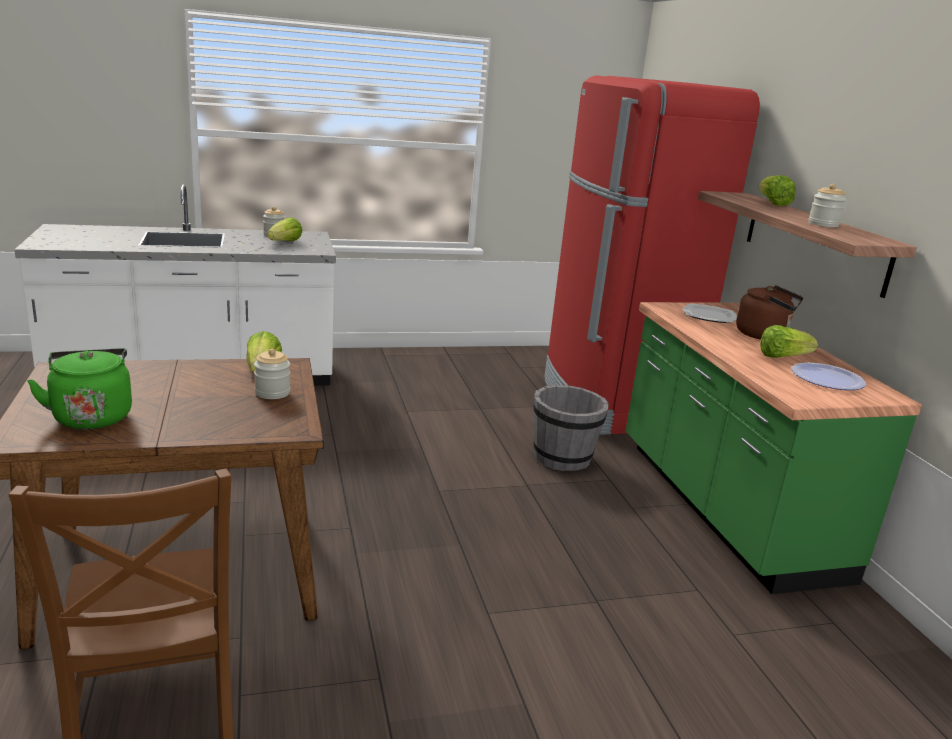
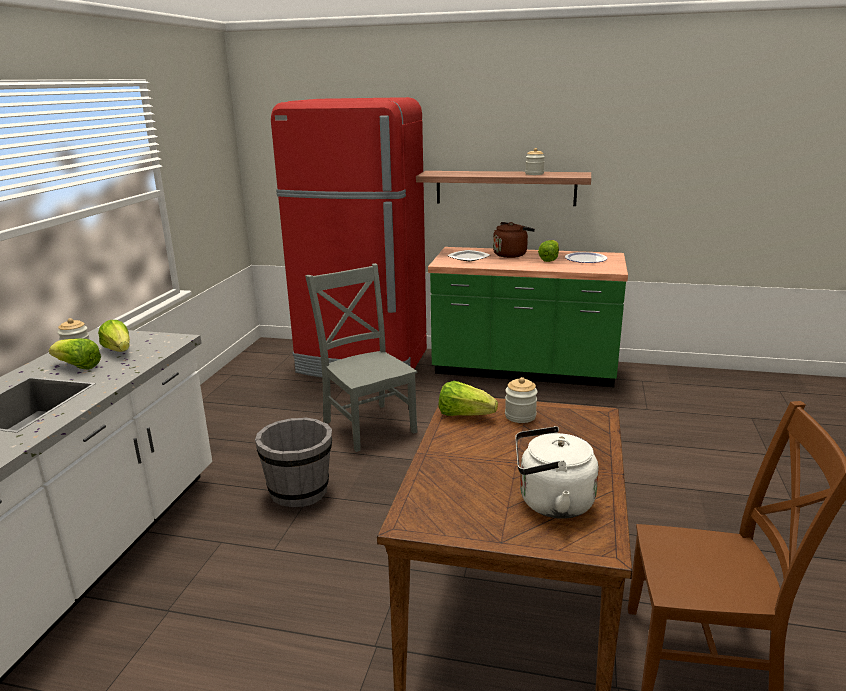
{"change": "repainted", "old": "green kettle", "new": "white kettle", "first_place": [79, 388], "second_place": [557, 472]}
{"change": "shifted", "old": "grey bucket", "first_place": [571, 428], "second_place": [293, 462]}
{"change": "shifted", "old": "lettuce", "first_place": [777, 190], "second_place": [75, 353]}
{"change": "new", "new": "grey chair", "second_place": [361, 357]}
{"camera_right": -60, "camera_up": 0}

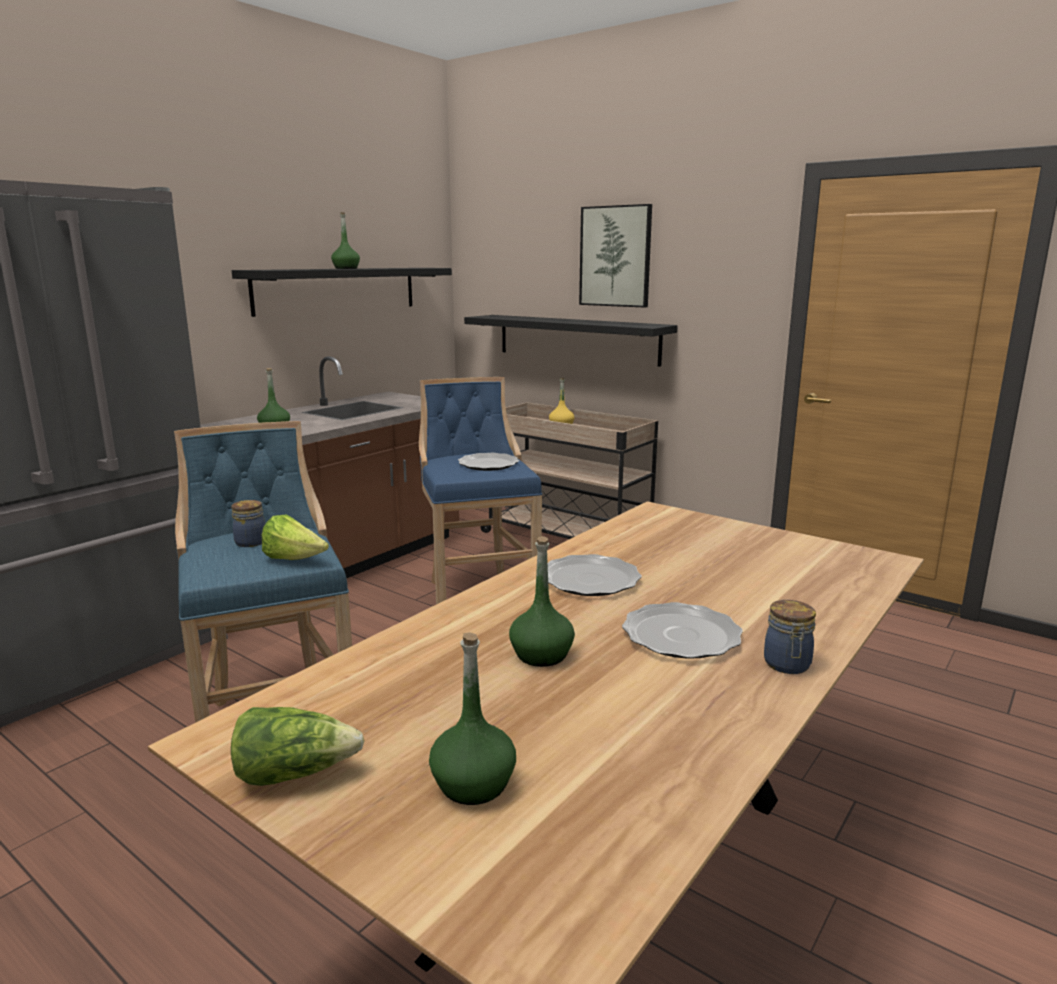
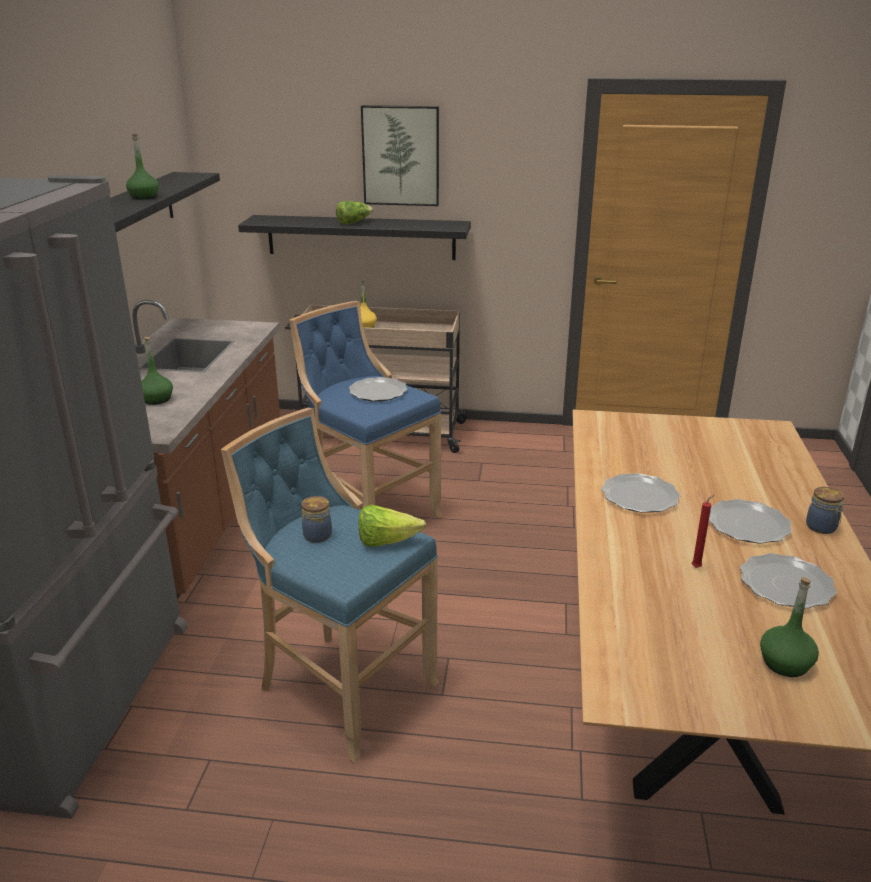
{"change": "shifted", "old": "lettuce", "first_place": [298, 746], "second_place": [354, 213]}
{"change": "swapped", "old": "green bottle", "new": "red candle", "first_place": [542, 601], "second_place": [703, 531]}
{"change": "new", "new": "plate", "second_place": [788, 581]}
{"camera_right": -30, "camera_up": 10}

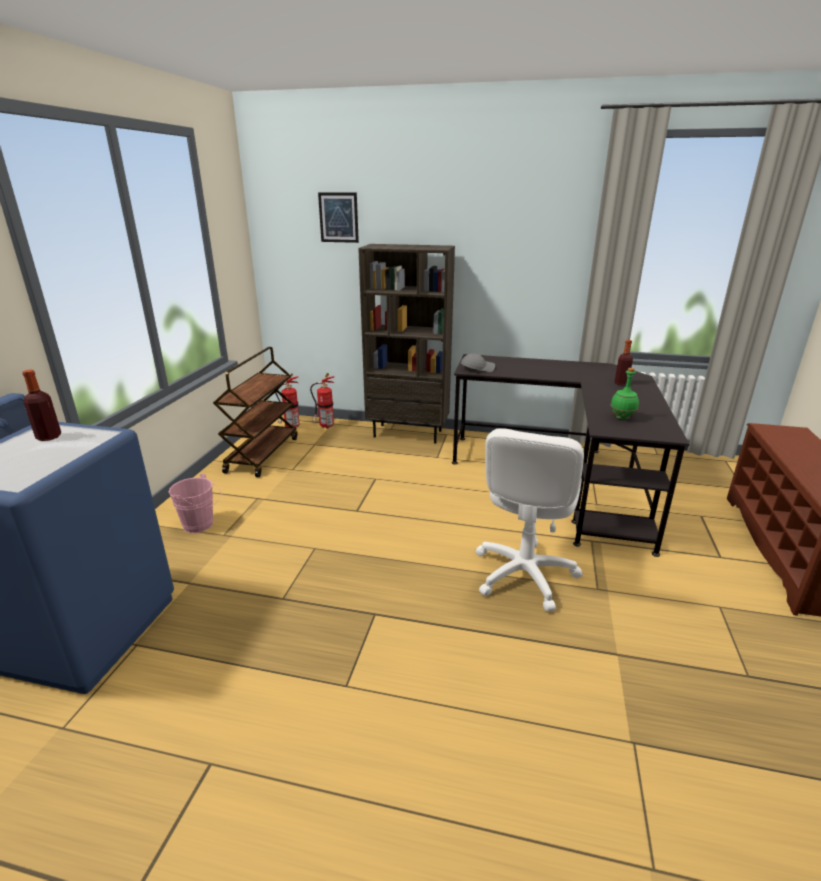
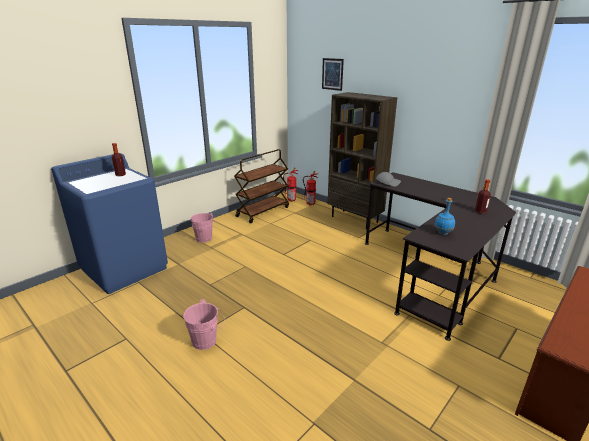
{"change": "gone", "old": "white office chair", "first_place": [529, 520]}
{"change": "repainted", "old": "green bottle", "new": "blue bottle", "first_place": [625, 394], "second_place": [445, 216]}
{"change": "new", "new": "pink bucket", "second_place": [204, 324]}
{"camera_right": 30, "camera_up": 0}

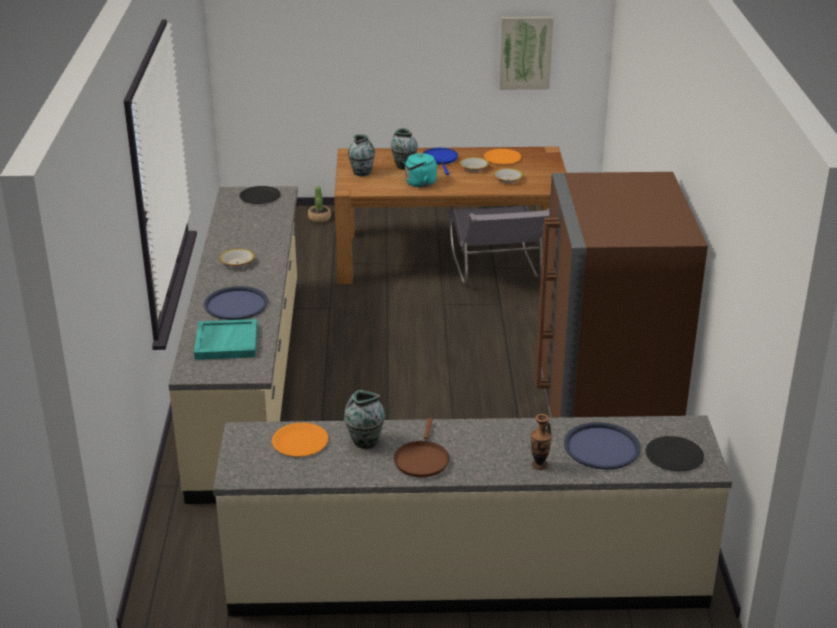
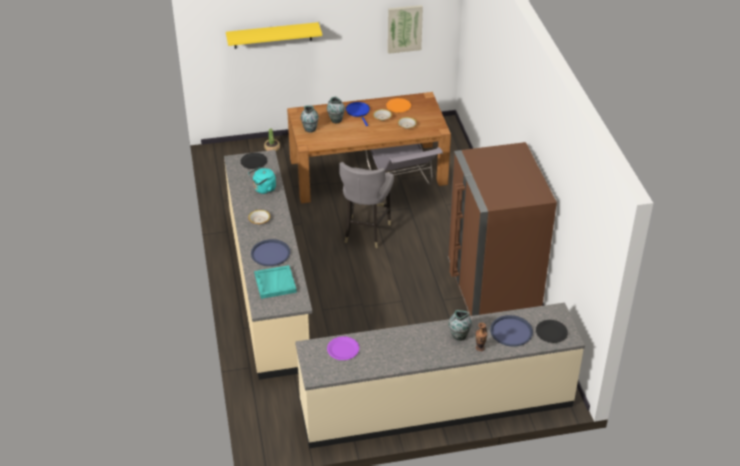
{"change": "repainted", "old": "orange plate", "new": "purple plate", "first_place": [300, 439], "second_place": [343, 348]}
{"change": "shifted", "old": "vase", "first_place": [364, 419], "second_place": [460, 325]}
{"change": "gone", "old": "brown frying pan", "first_place": [421, 447]}
{"change": "shifted", "old": "turquoise kettle", "first_place": [418, 169], "second_place": [262, 180]}
{"change": "new", "new": "yellow shelf", "second_place": [274, 35]}
{"change": "new", "new": "grey chair", "second_place": [366, 205]}
{"camera_right": -10, "camera_up": 10}

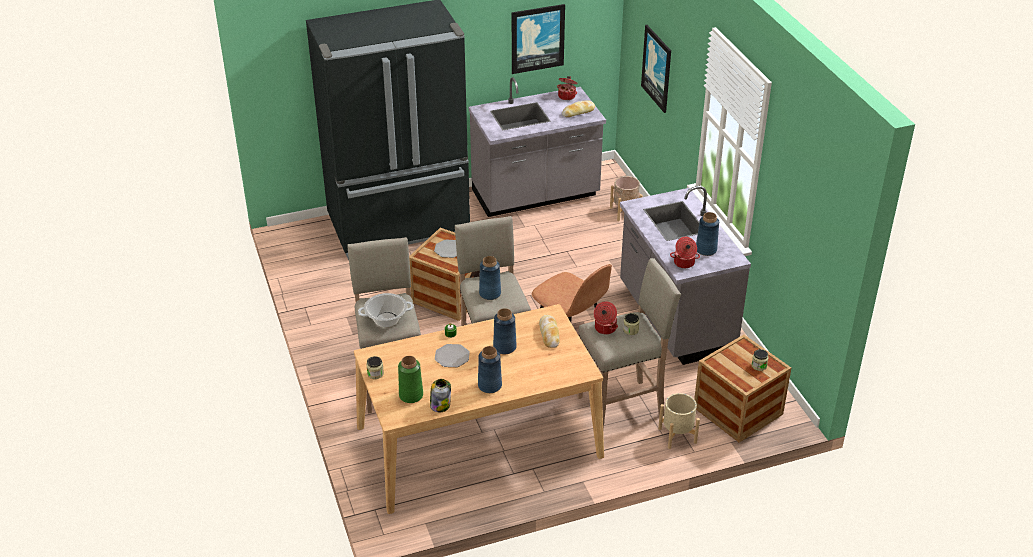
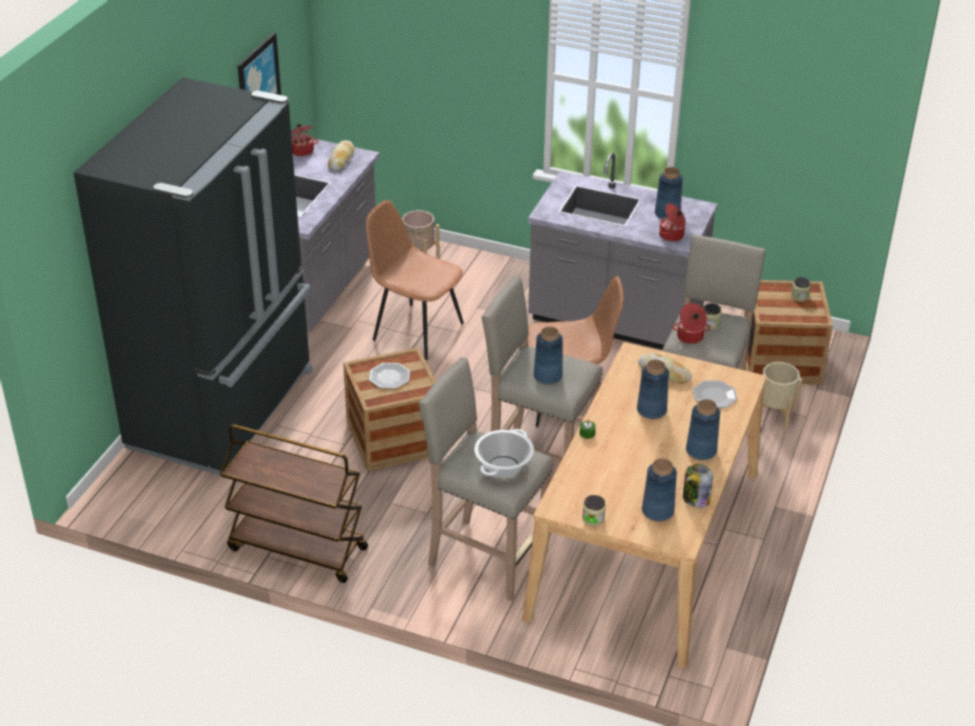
{"change": "repainted", "old": "green vase", "new": "blue vase", "first_place": [410, 379], "second_place": [659, 489]}
{"change": "shifted", "old": "plate", "first_place": [452, 355], "second_place": [714, 394]}
{"change": "gone", "old": "picture", "first_place": [656, 69]}
{"change": "new", "new": "brown cart", "second_place": [294, 503]}
{"change": "new", "new": "brown chair", "second_place": [415, 280]}
{"camera_right": -50, "camera_up": 0}

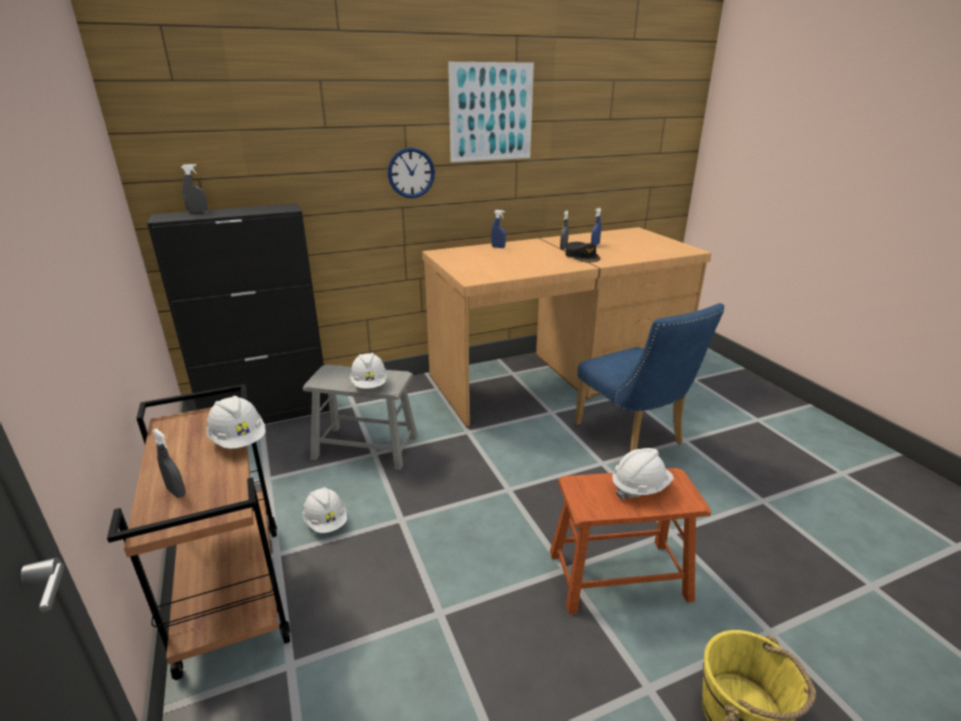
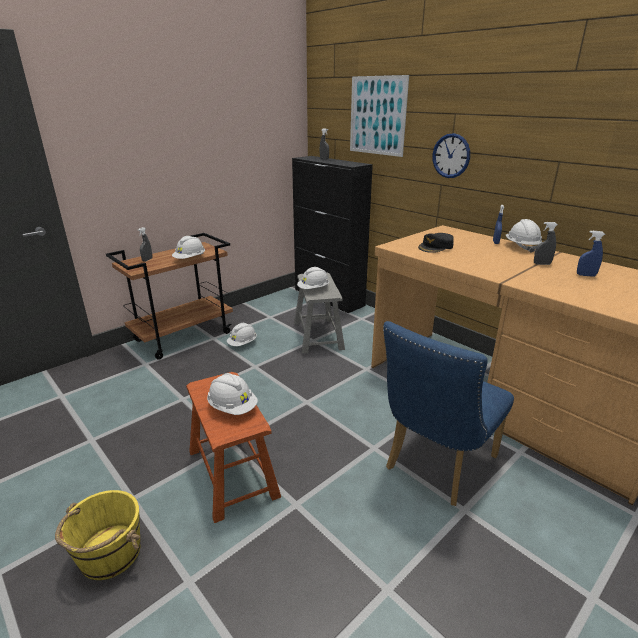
{"change": "shifted", "old": "picture", "first_place": [491, 112], "second_place": [379, 116]}
{"change": "shifted", "old": "black cap", "first_place": [582, 252], "second_place": [436, 243]}
{"change": "new", "new": "white hard hat", "second_place": [524, 236]}
{"camera_right": 70, "camera_up": 0}

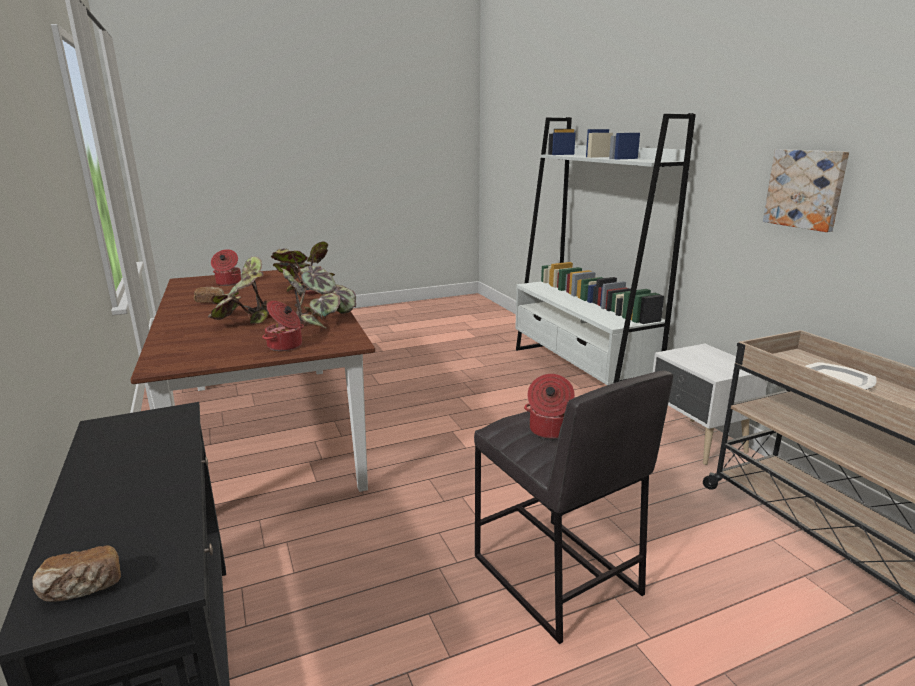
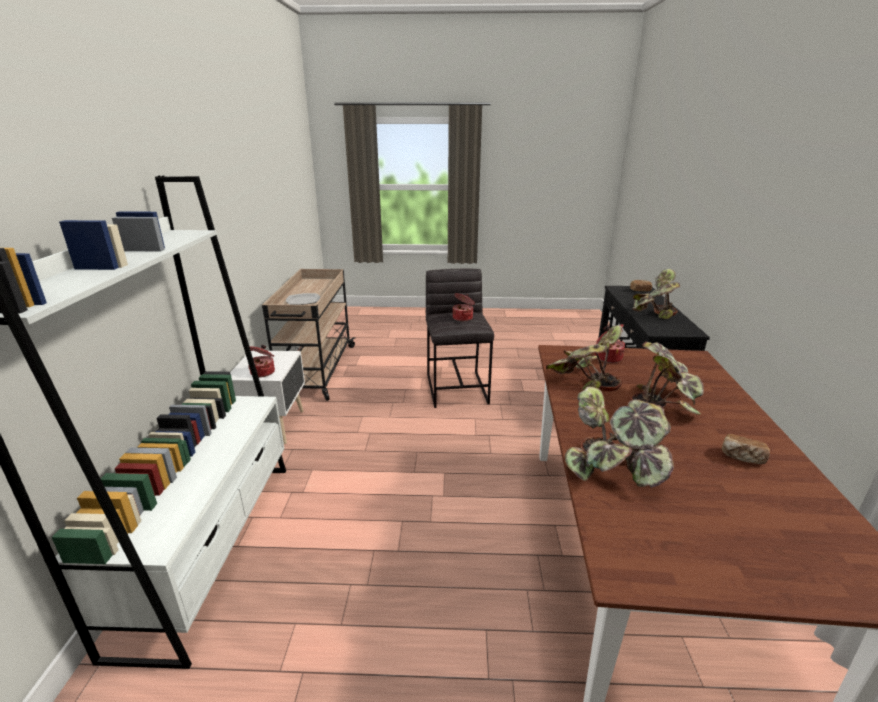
{"change": "shifted", "old": "cooking pot", "first_place": [226, 267], "second_place": [261, 361]}
{"change": "gone", "old": "picture", "first_place": [806, 190]}
{"change": "new", "new": "potted plant", "second_place": [656, 294]}
{"camera_right": -155, "camera_up": 5}

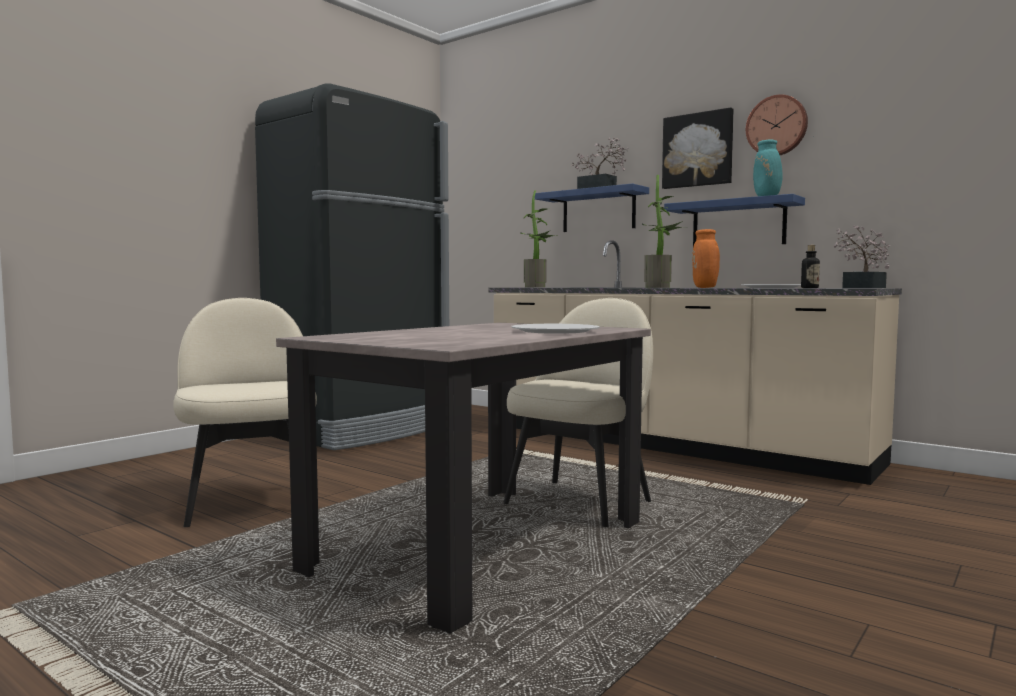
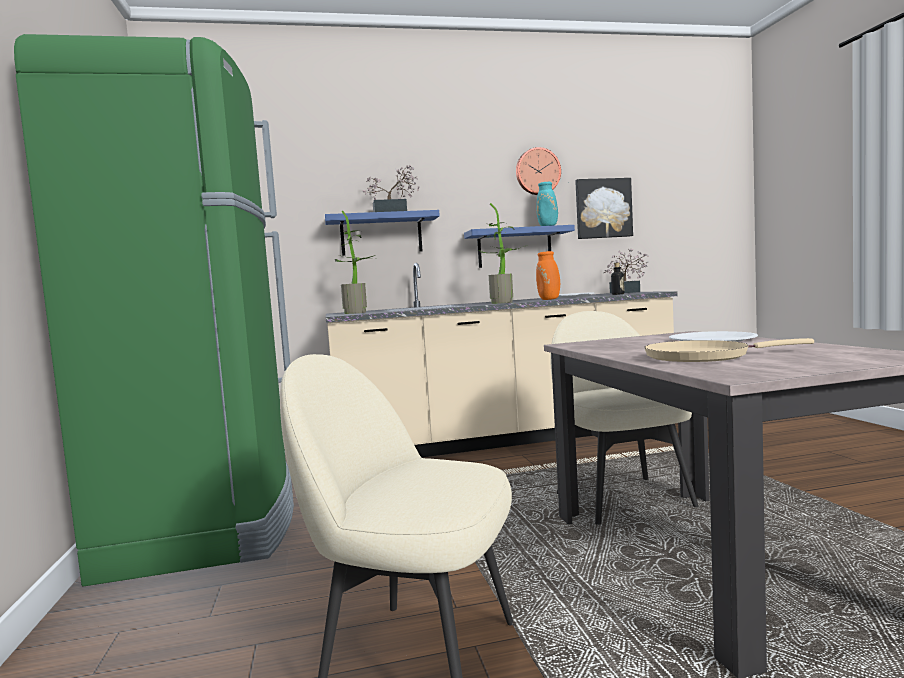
{"change": "repainted", "old": "black fridge", "new": "green fridge", "first_place": [352, 267], "second_place": [154, 310]}
{"change": "shifted", "old": "picture", "first_place": [697, 148], "second_place": [604, 208]}
{"change": "new", "new": "beige frying pan", "second_place": [729, 350]}
{"camera_right": -50, "camera_up": 0}

